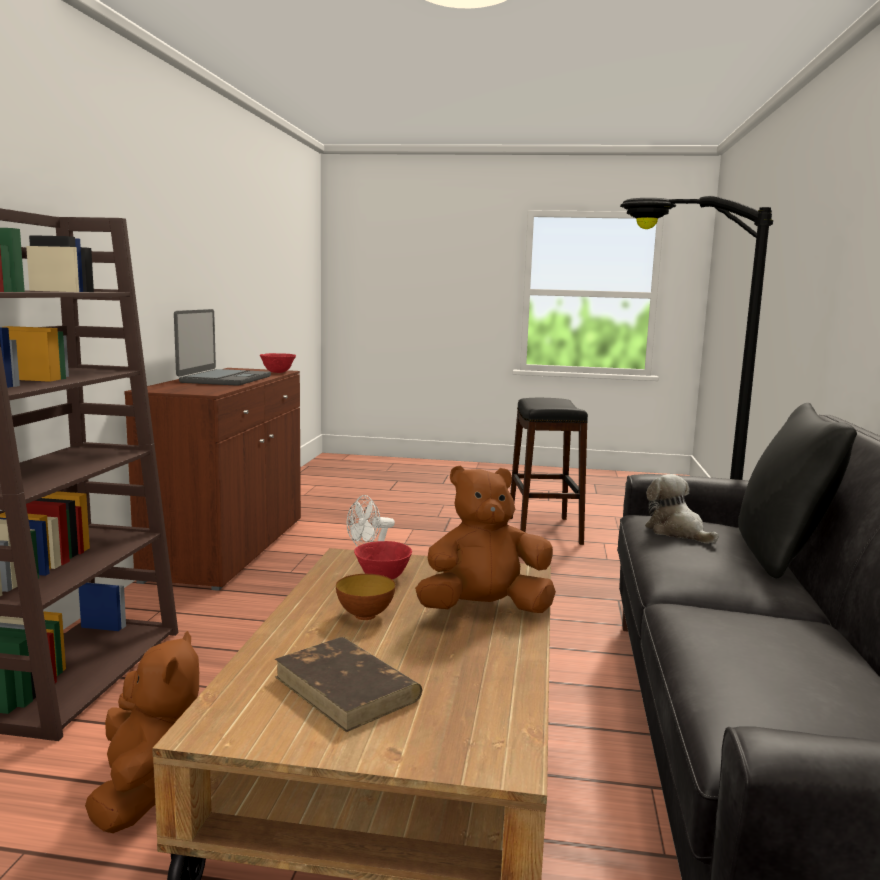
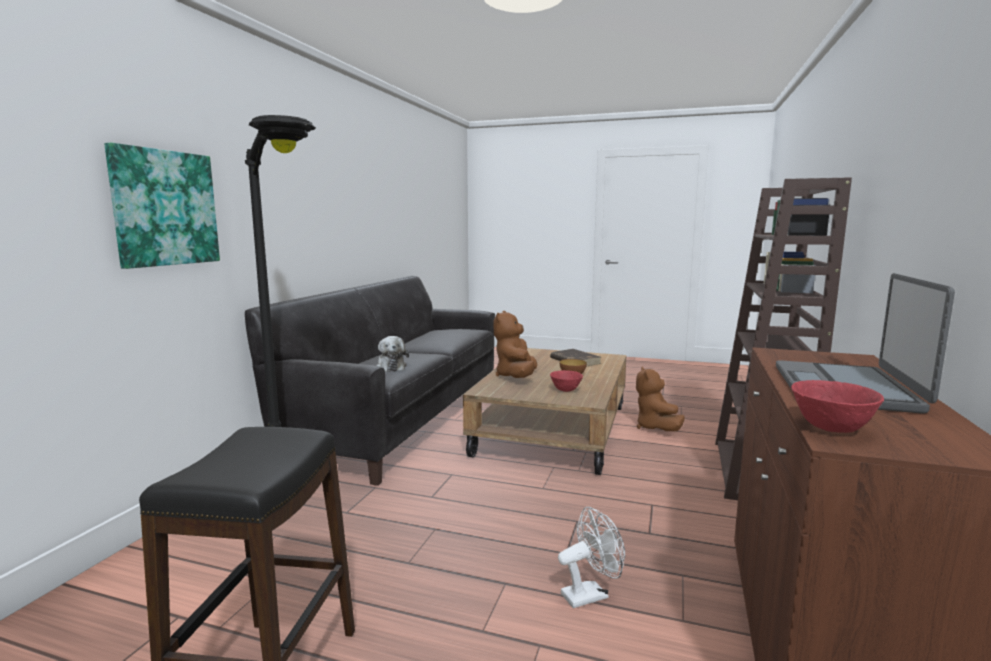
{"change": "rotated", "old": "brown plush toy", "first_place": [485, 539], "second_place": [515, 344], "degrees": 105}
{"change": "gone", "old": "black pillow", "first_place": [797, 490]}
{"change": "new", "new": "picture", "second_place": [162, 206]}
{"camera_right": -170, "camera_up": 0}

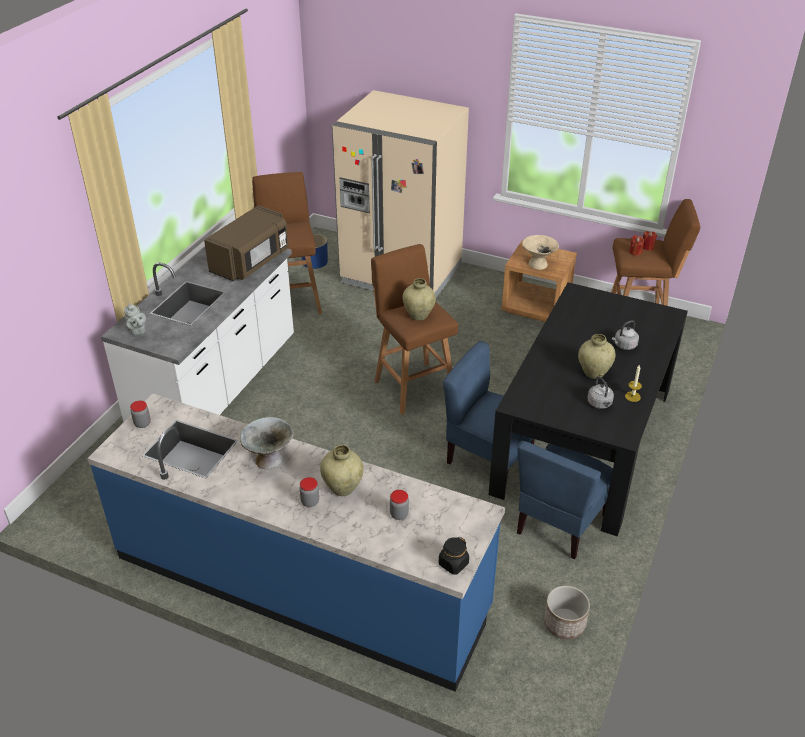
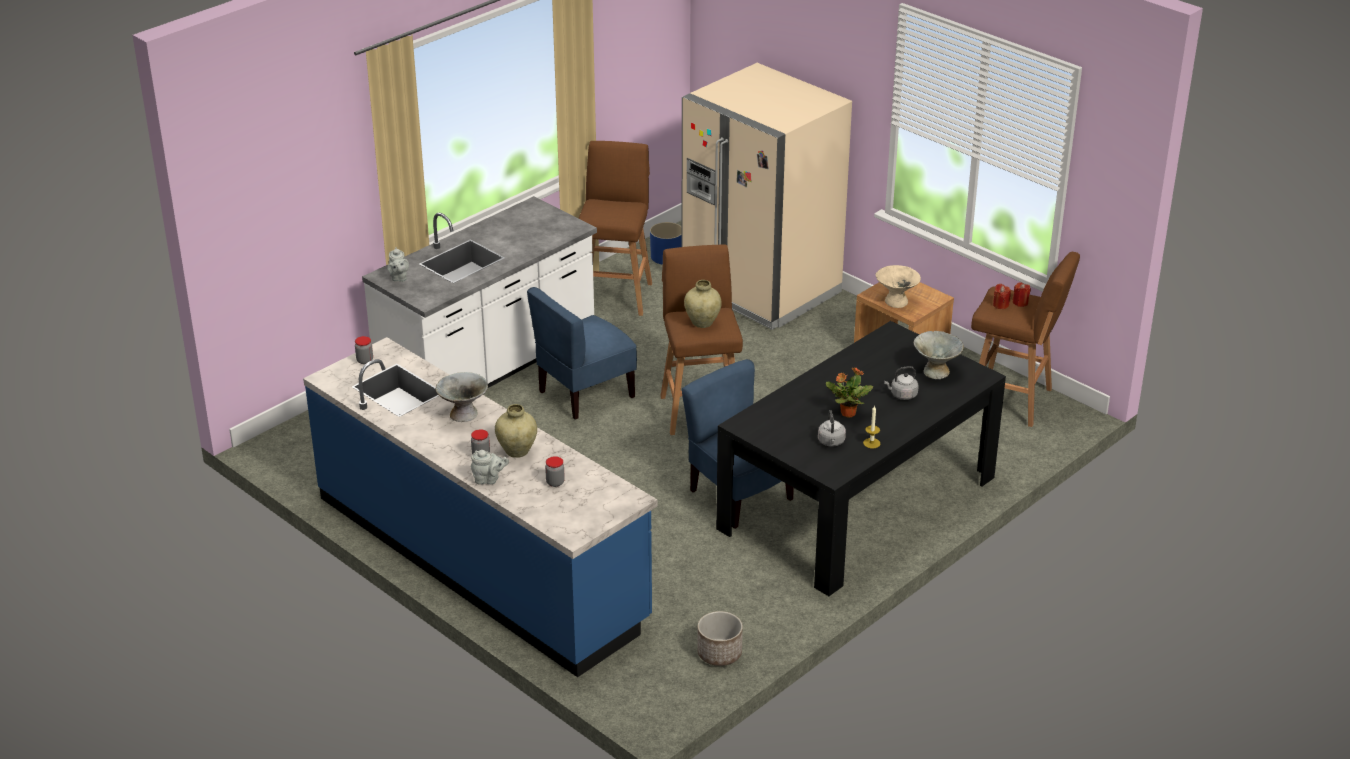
{"change": "gone", "old": "brown microwave", "first_place": [246, 243]}
{"change": "gone", "old": "black jar", "first_place": [454, 556]}
{"change": "shifted", "old": "blue chair", "first_place": [565, 500], "second_place": [582, 353]}
{"change": "swapped", "old": "beige vase", "new": "potted plant", "first_place": [596, 356], "second_place": [849, 392]}
{"change": "new", "new": "grey teapot", "second_place": [490, 467]}
{"change": "new", "new": "grey bowl", "second_place": [939, 355]}
{"camera_right": 20, "camera_up": -5}

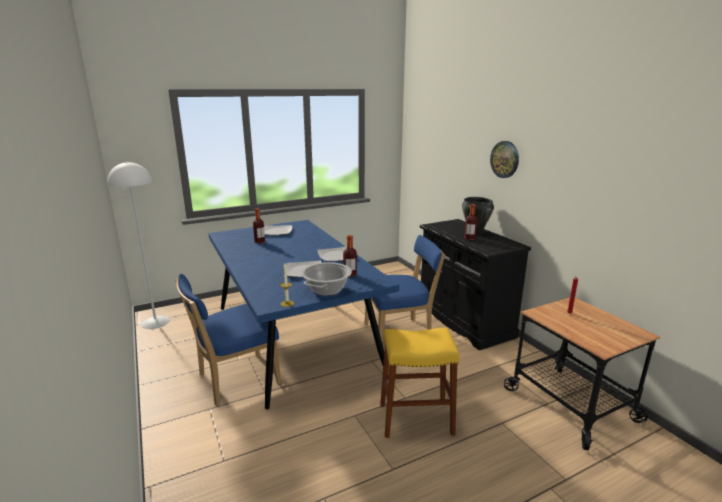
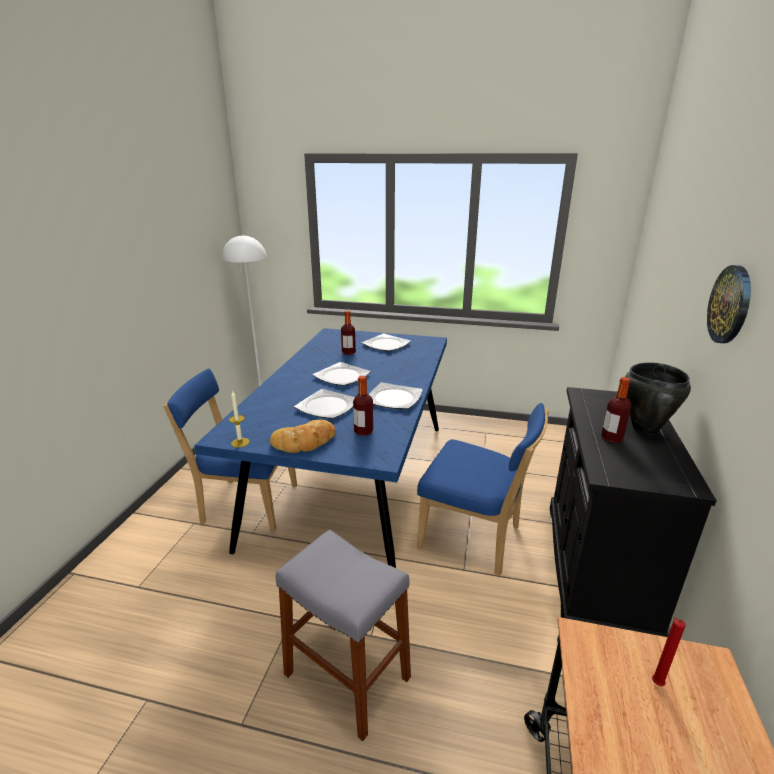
{"change": "swapped", "old": "cooking pot", "new": "bread", "first_place": [326, 279], "second_place": [303, 436]}
{"change": "repainted", "old": "yellow stool", "new": "grey stool", "first_place": [420, 382], "second_place": [343, 635]}
{"change": "new", "new": "plate", "second_place": [342, 374]}
{"camera_right": 40, "camera_up": 5}

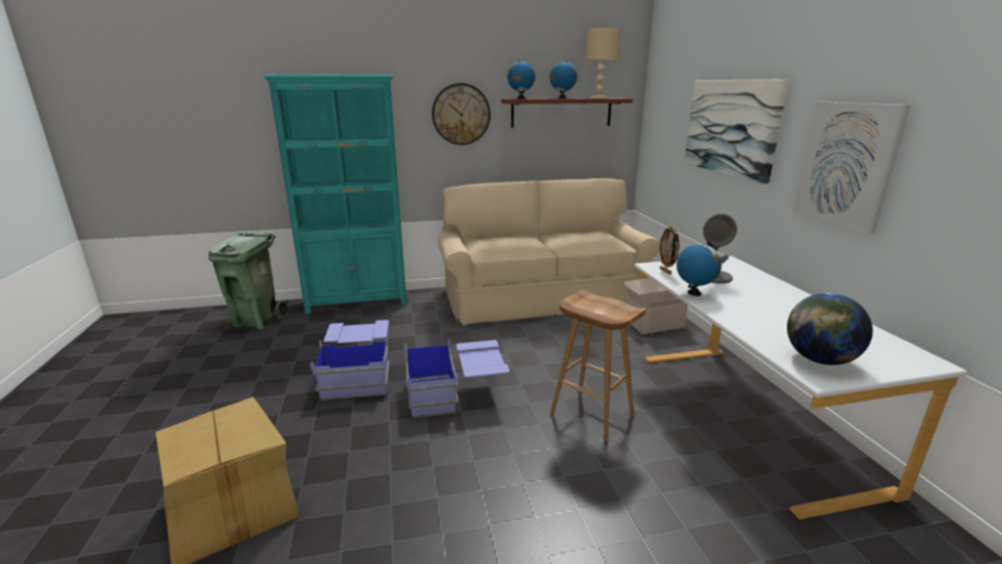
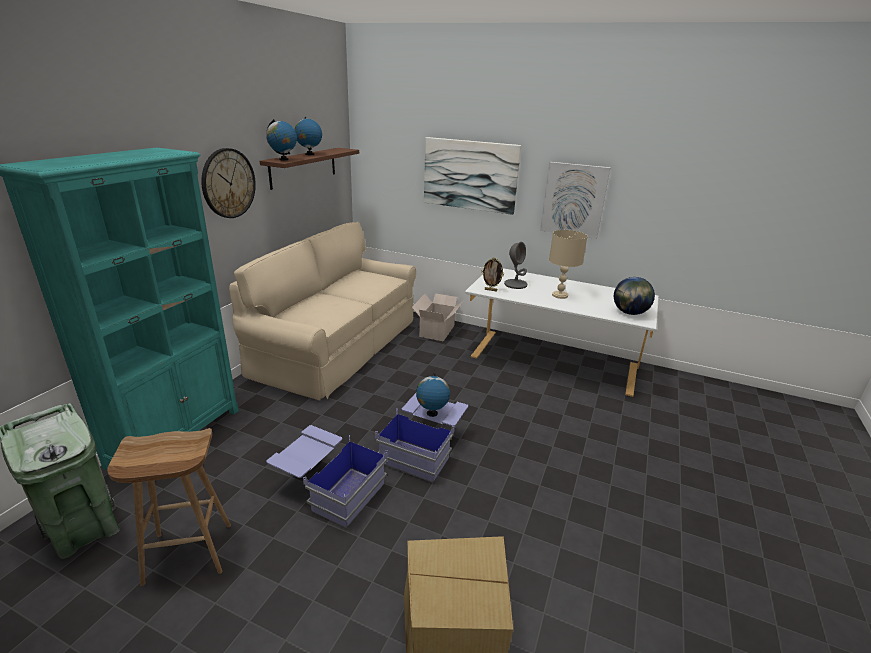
{"change": "shifted", "old": "brown stool", "first_place": [598, 365], "second_place": [169, 507]}
{"change": "shifted", "old": "beige table lamp", "first_place": [602, 63], "second_place": [568, 264]}
{"change": "shifted", "old": "globe", "first_place": [699, 268], "second_place": [433, 395]}
{"camera_right": -55, "camera_up": 5}

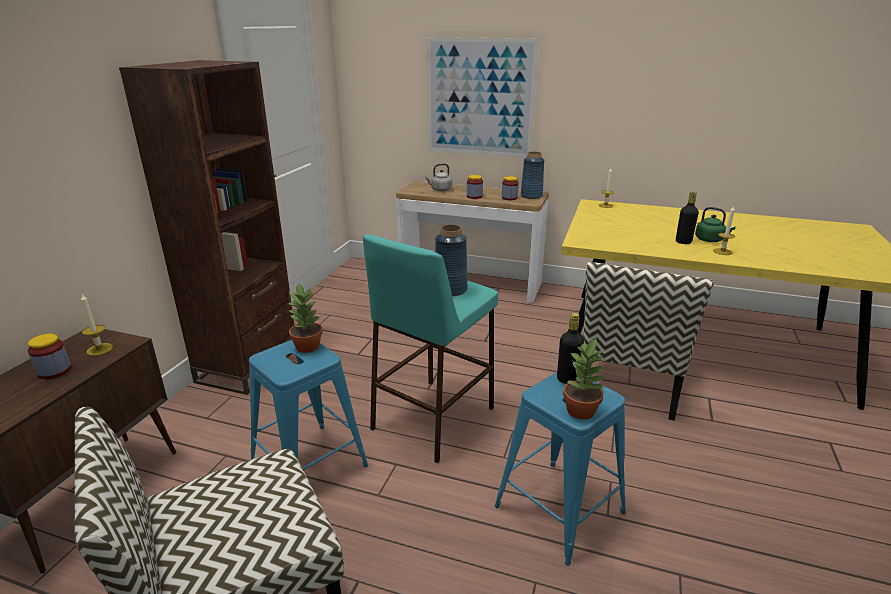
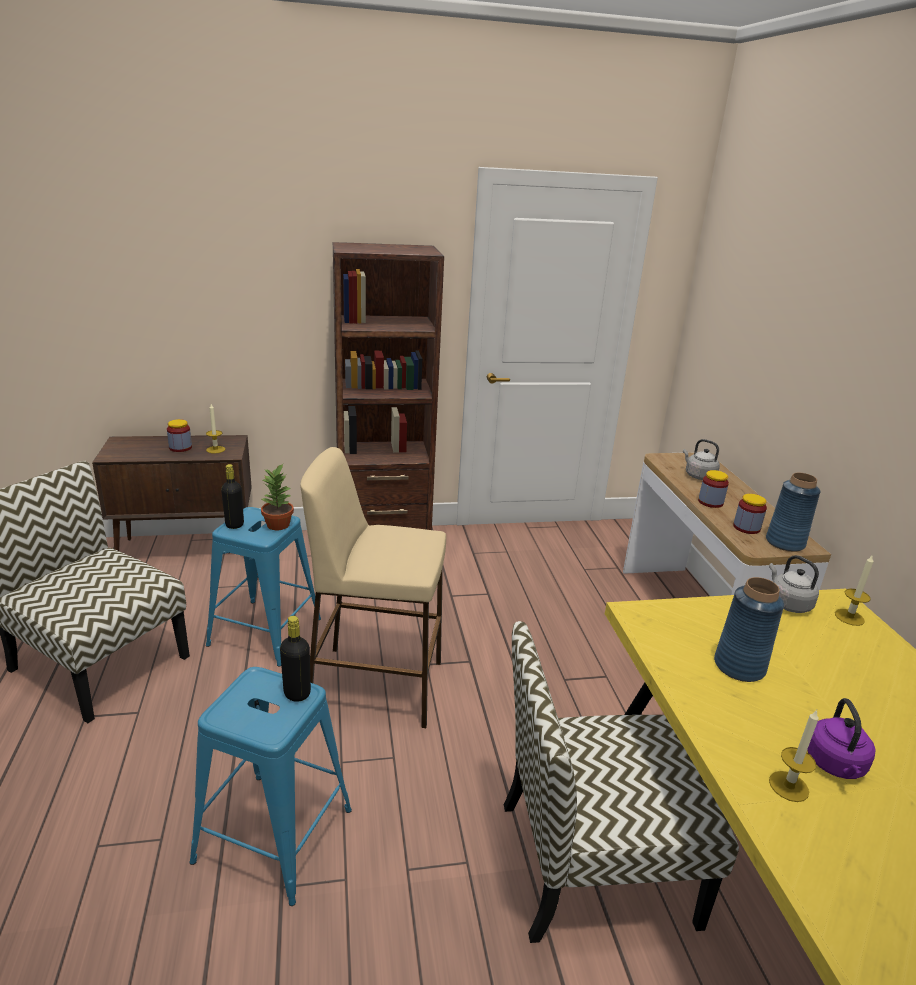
{"change": "repainted", "old": "turquoise stool", "new": "beige stool", "first_place": [430, 348], "second_place": [373, 587]}
{"change": "gone", "old": "picture", "first_place": [483, 97]}
{"change": "shifted", "old": "blue vase", "first_place": [451, 260], "second_place": [749, 629]}
{"change": "gone", "old": "potted plant", "first_place": [585, 378]}
{"change": "shifted", "old": "black bottle", "first_place": [687, 217], "second_place": [232, 496]}
{"change": "repainted", "old": "green kettle", "new": "purple kettle", "first_place": [715, 224], "second_place": [841, 738]}
{"change": "new", "new": "grey kettle", "second_place": [794, 584]}
{"camera_right": 60, "camera_up": 0}

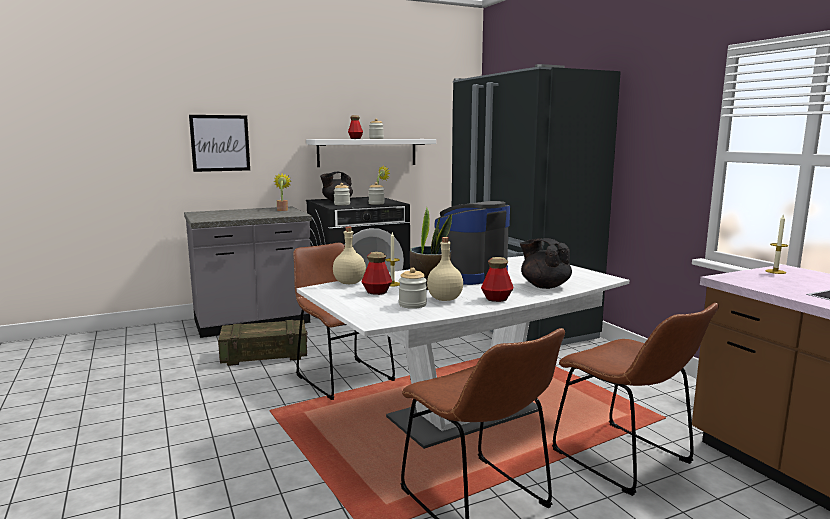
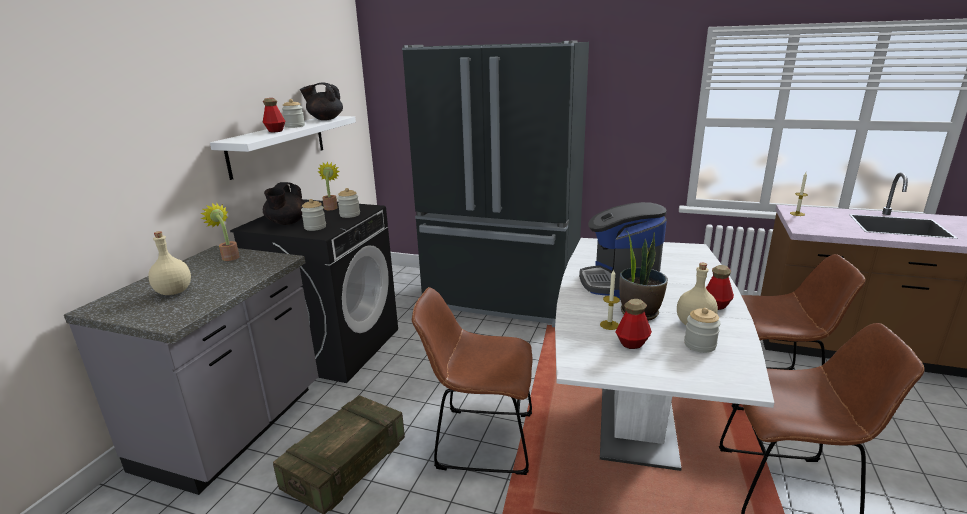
{"change": "gone", "old": "picture", "first_place": [219, 143]}
{"change": "shifted", "old": "beige bottle", "first_place": [349, 255], "second_place": [169, 263]}
{"change": "shifted", "old": "black teapot", "first_place": [546, 263], "second_place": [321, 101]}
{"camera_right": -45, "camera_up": 10}

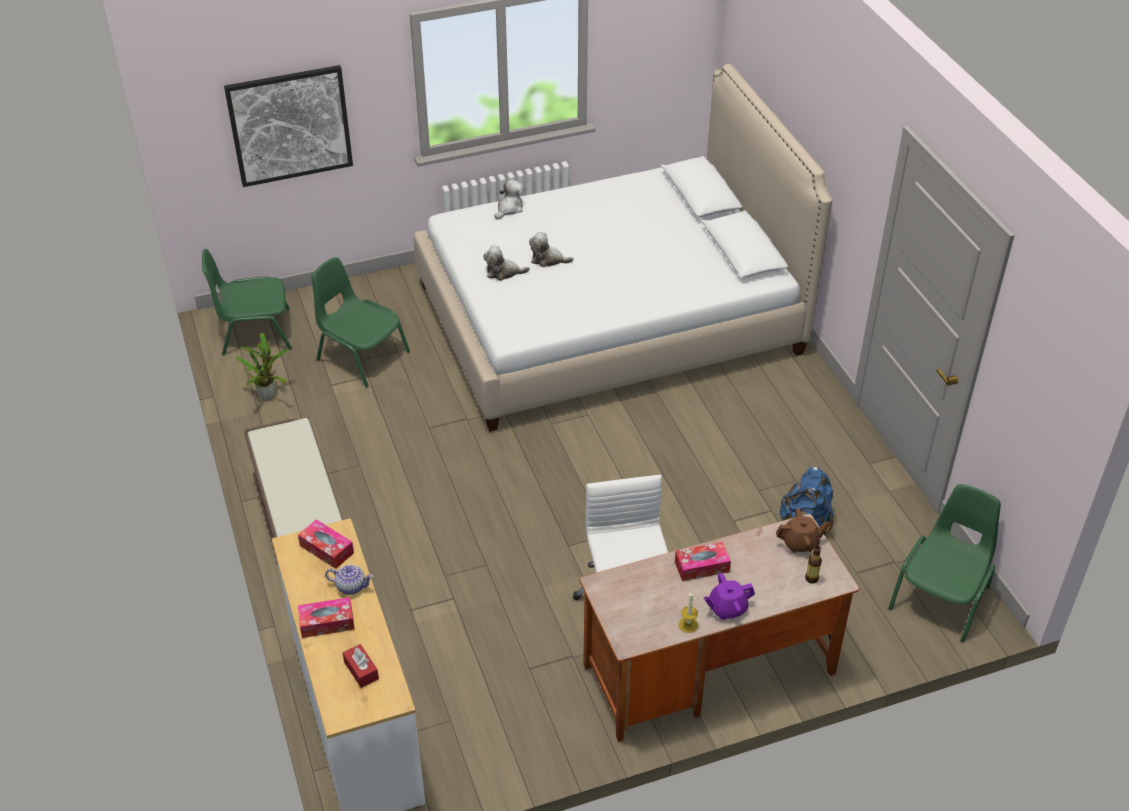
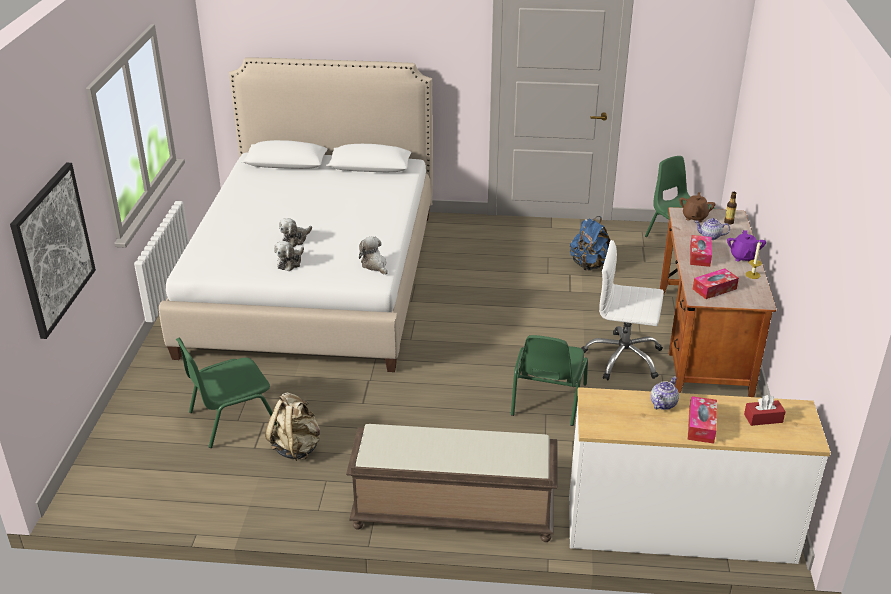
{"change": "shifted", "old": "green chair", "first_place": [247, 302], "second_place": [549, 380]}
{"change": "gone", "old": "potted plant", "first_place": [262, 366]}
{"change": "shifted", "old": "tissue box", "first_place": [326, 544], "second_place": [716, 283]}
{"change": "shifted", "old": "plush toy", "first_place": [509, 199], "second_place": [373, 255]}
{"change": "new", "new": "beige backpack", "second_place": [292, 426]}
{"change": "new", "new": "teapot", "second_place": [712, 229]}
{"camera_right": -65, "camera_up": -10}

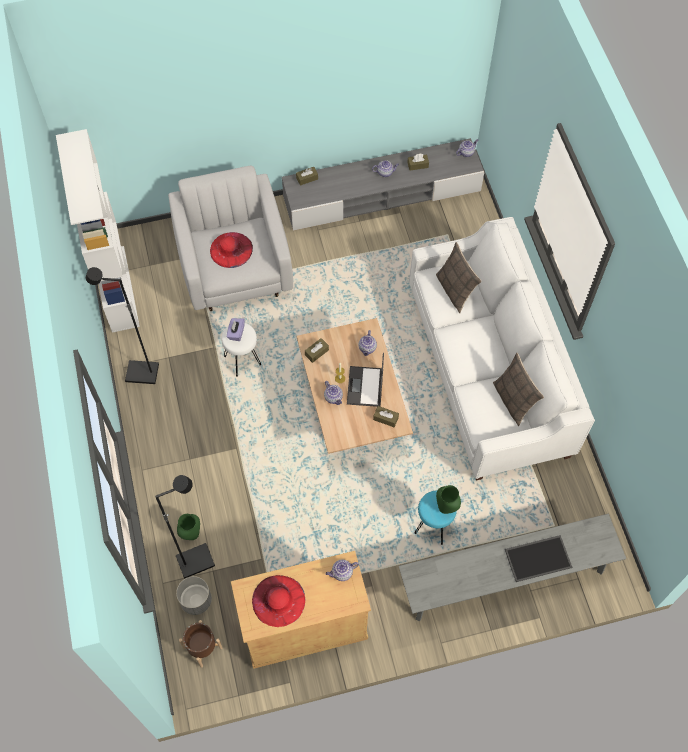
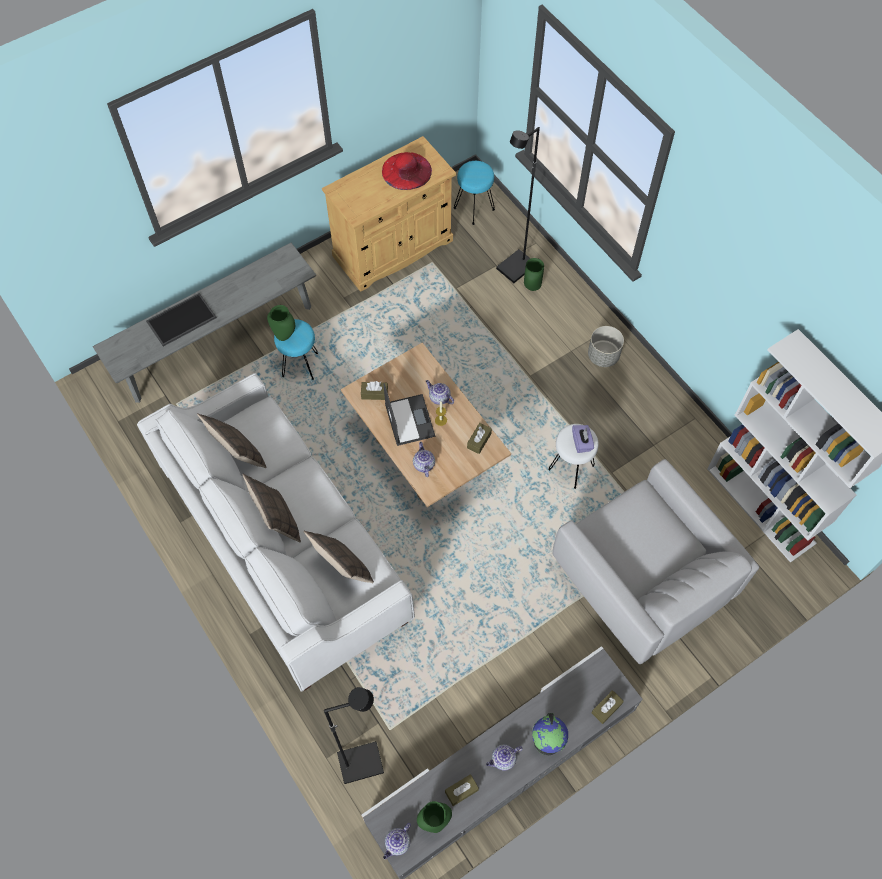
{"change": "shifted", "old": "black floor lamp", "first_place": [122, 325], "second_place": [354, 735]}
{"change": "shifted", "old": "grey planter", "first_place": [194, 595], "second_place": [606, 346]}
{"change": "swapped", "old": "brown planter", "new": "turquoise stool", "first_place": [201, 644], "second_place": [474, 193]}
{"change": "gone", "old": "red hat", "first_place": [231, 250]}
{"change": "gone", "old": "teapot", "first_place": [342, 570]}
{"change": "new", "new": "pillow", "second_place": [271, 508]}
{"change": "new", "new": "green vase", "second_place": [434, 817]}
{"change": "new", "new": "globe", "second_place": [550, 734]}
{"camera_right": 160, "camera_up": 0}

